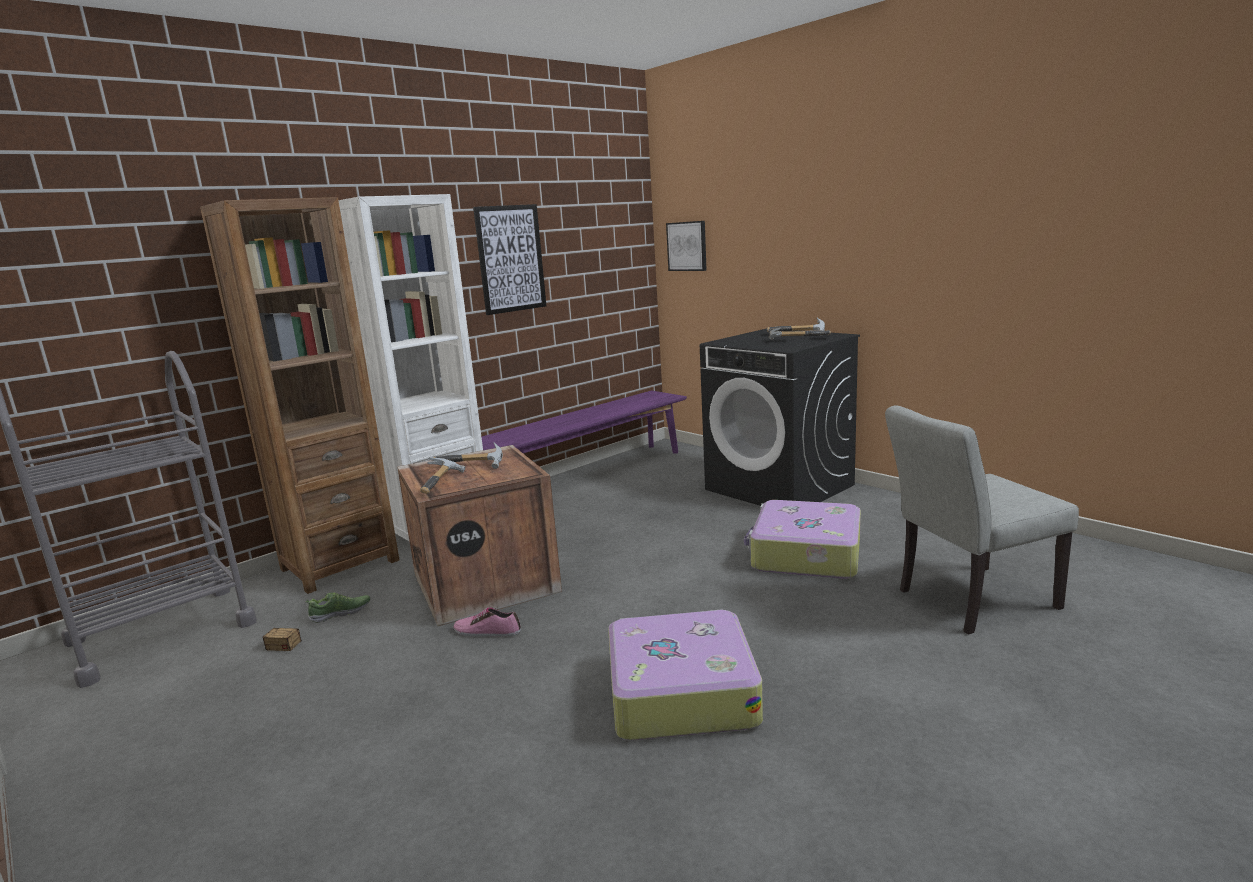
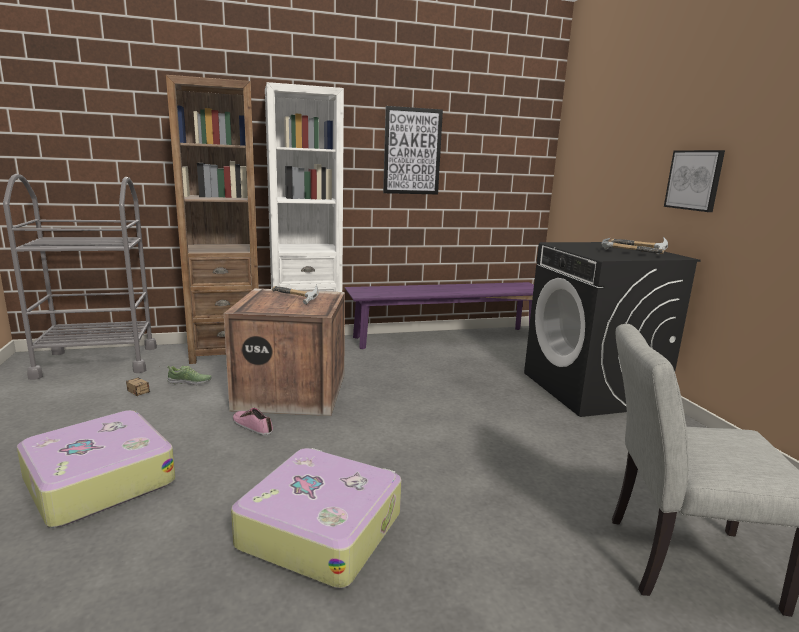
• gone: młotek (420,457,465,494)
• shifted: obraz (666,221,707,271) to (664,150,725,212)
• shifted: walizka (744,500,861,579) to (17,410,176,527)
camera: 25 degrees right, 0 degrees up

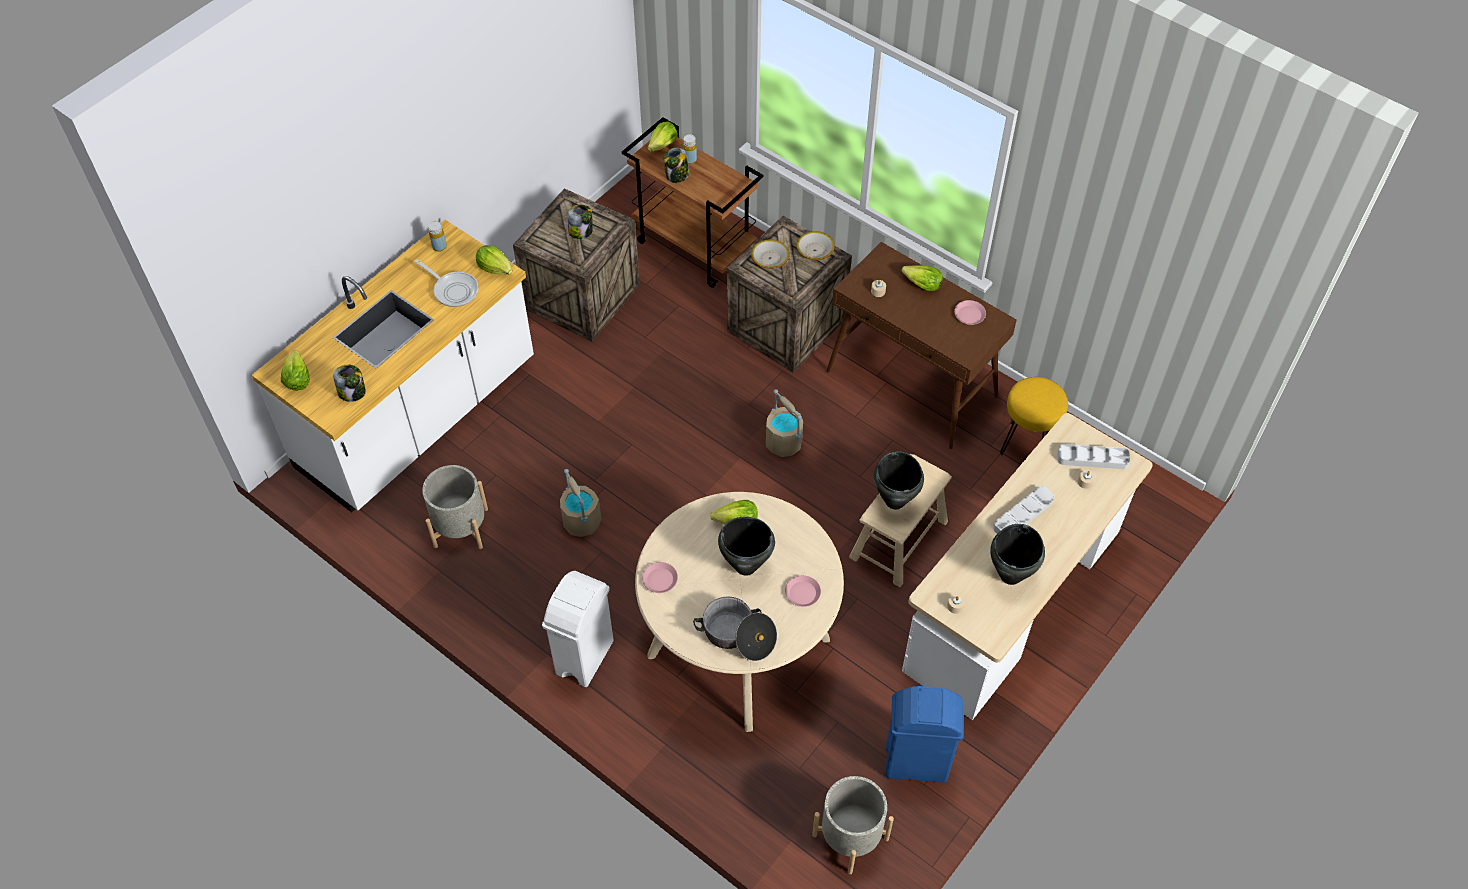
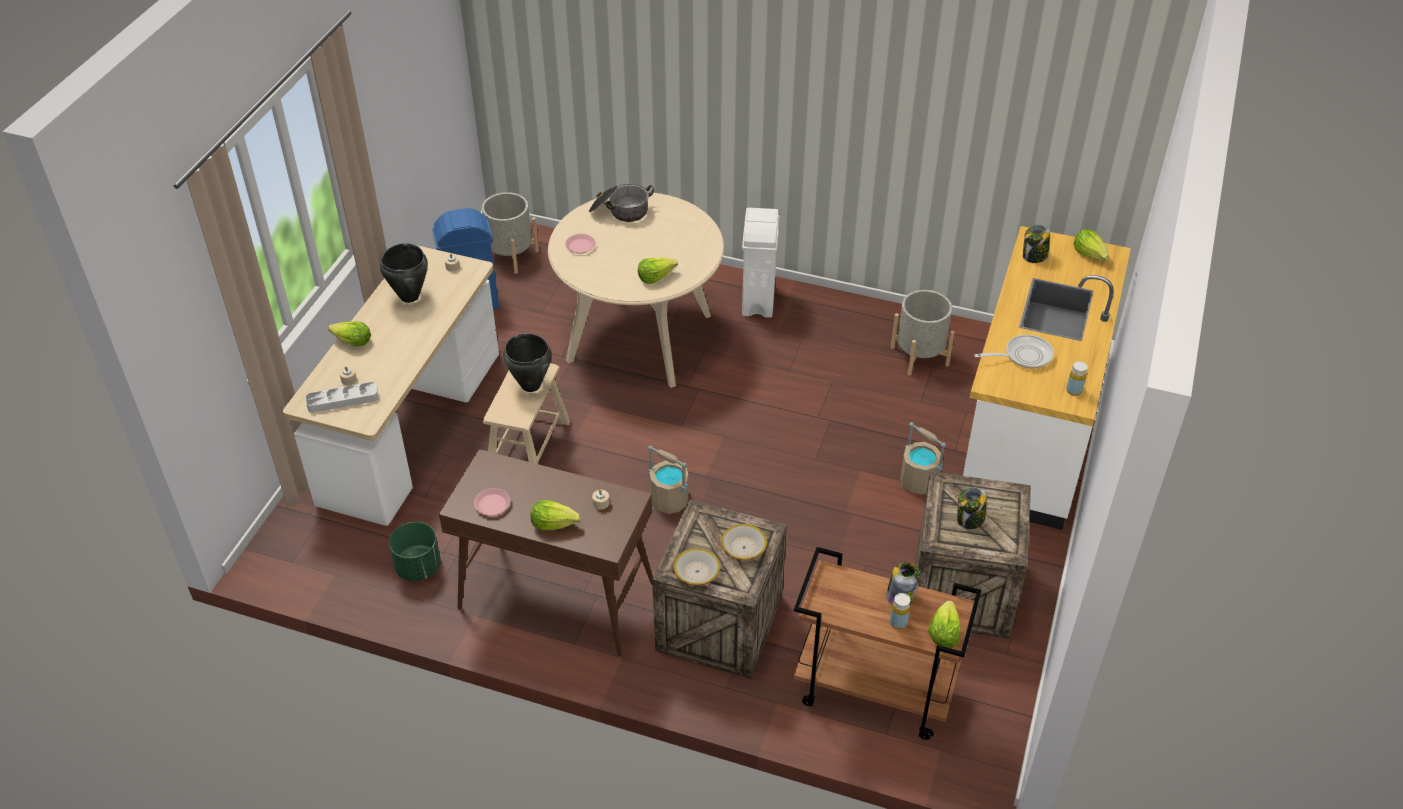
• rotated: patelnia (414,259,479,307) = (974,335,1054,369) 150 degrees clockwise
• shifted: sałata (476,245,513,275) to (328,321,371,347)
• shifted: wiadro/beżowy (560,469,601,537) to (900,422,946,495)
• gone: talerz/różowy (642,562,678,593)
• gone: garnek/czarny (718,516,775,576)
• gone: taca/szary (993,486,1054,534)
• swapped: stołek/żółty (1000,377,1068,455) to donica/zielony (389,522,441,581)
camera: 160 degrees right, 10 degrees down

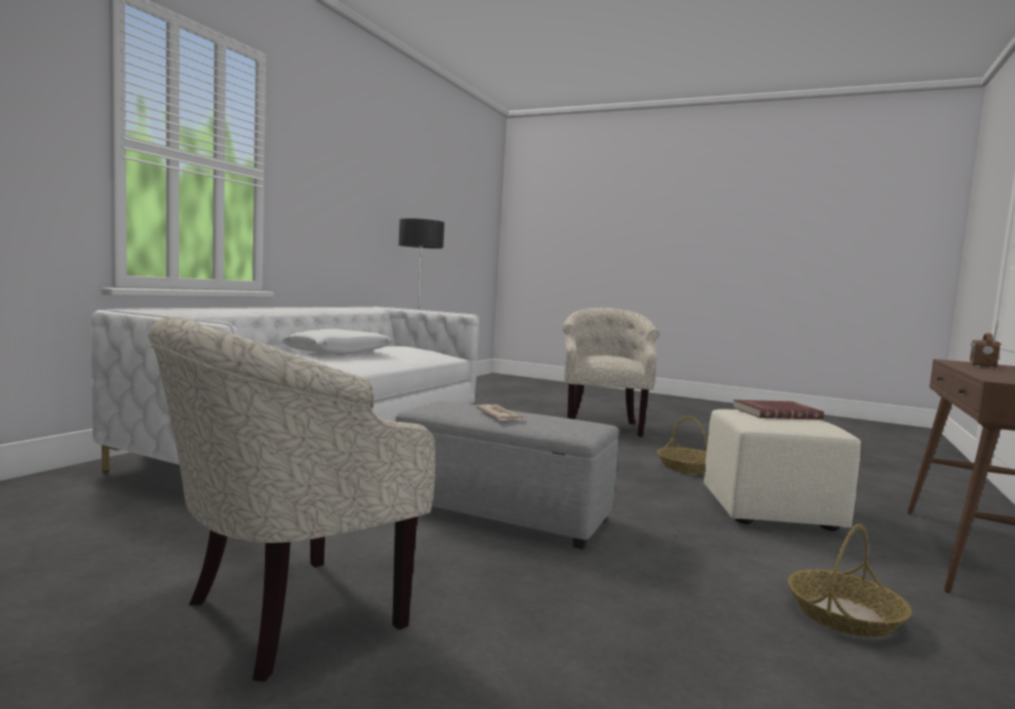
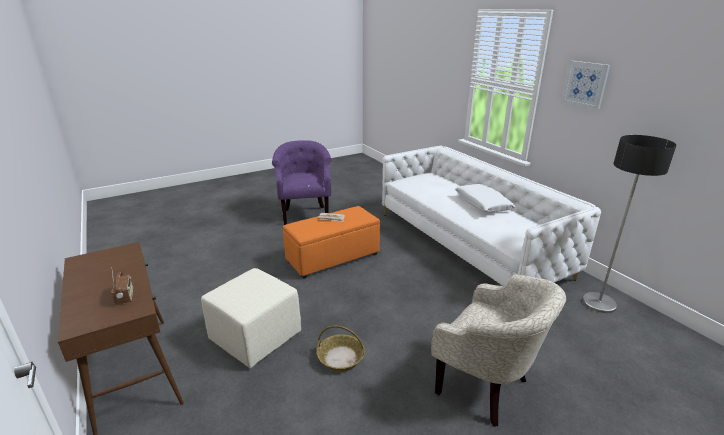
• repainted: fotel/beżowy (148,317,435,682) to fotel/fioletowy (272,140,332,225)
• repainted: pufa/szary (395,401,619,549) to pufa/pomarańczowy (283,206,380,279)
• gone: książka/czerwony (733,400,824,420)
• gone: koszyk (788,524,912,637)
• new: obraz (562,61,610,109)
camera: 125 degrees right, 20 degrees up

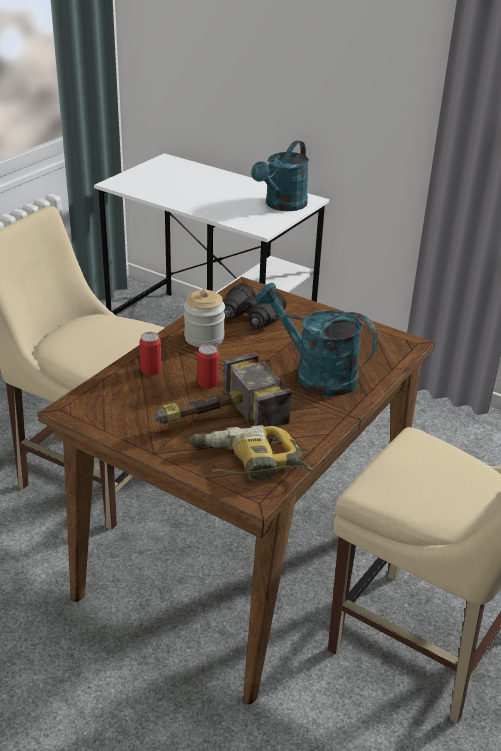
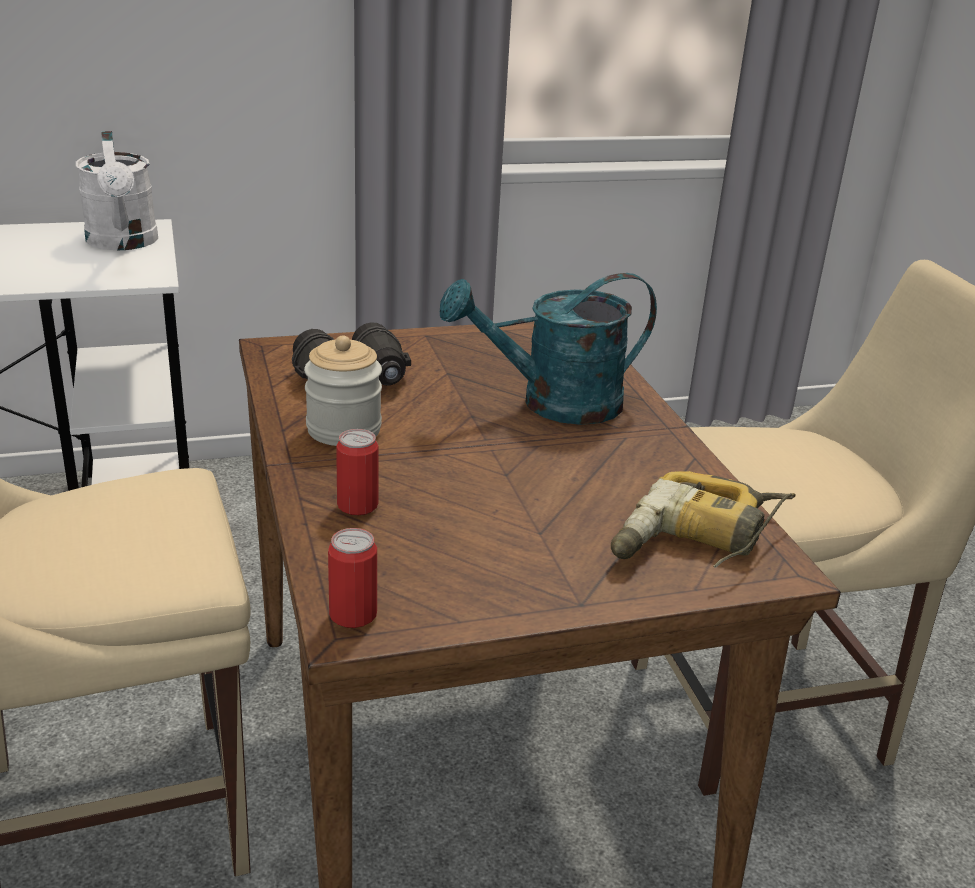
• gone: młotek (154,353,292,427)
• shifted: puszka (197,344,219,388) to (328,528,377,628)
• repainted: konewka/turkusowy (251,140,309,211) to konewka/biały (75,131,158,250)
camera: 50 degrees left, 5 degrees down

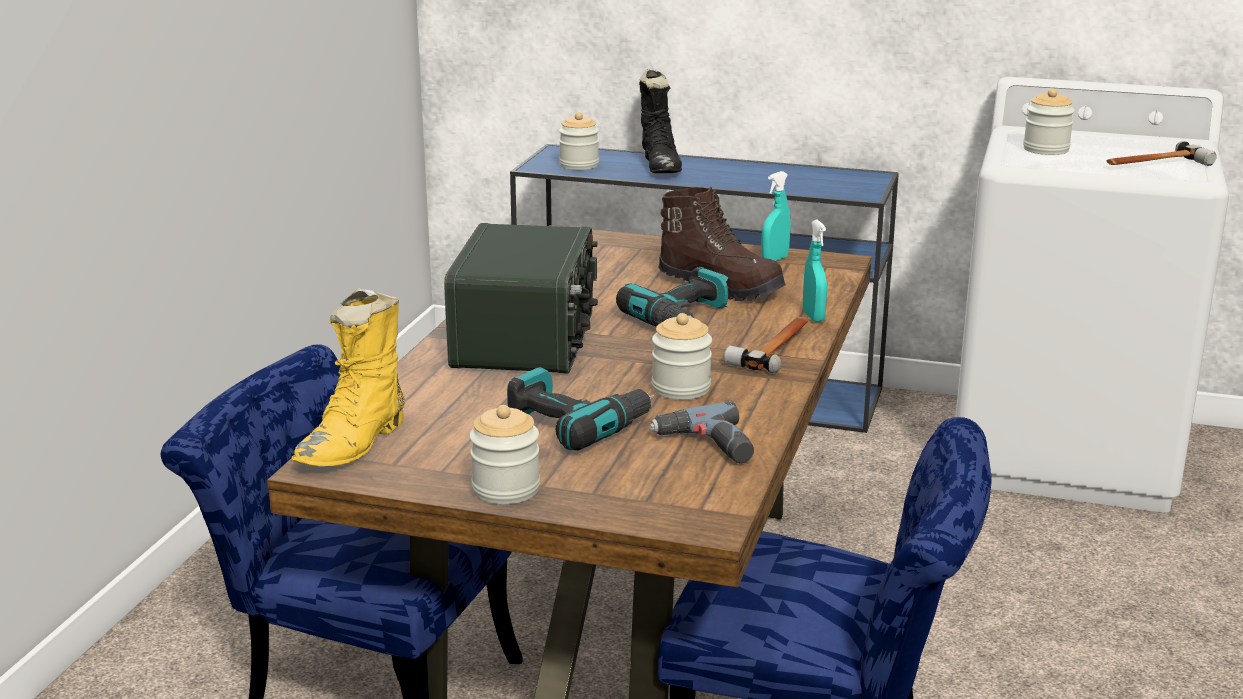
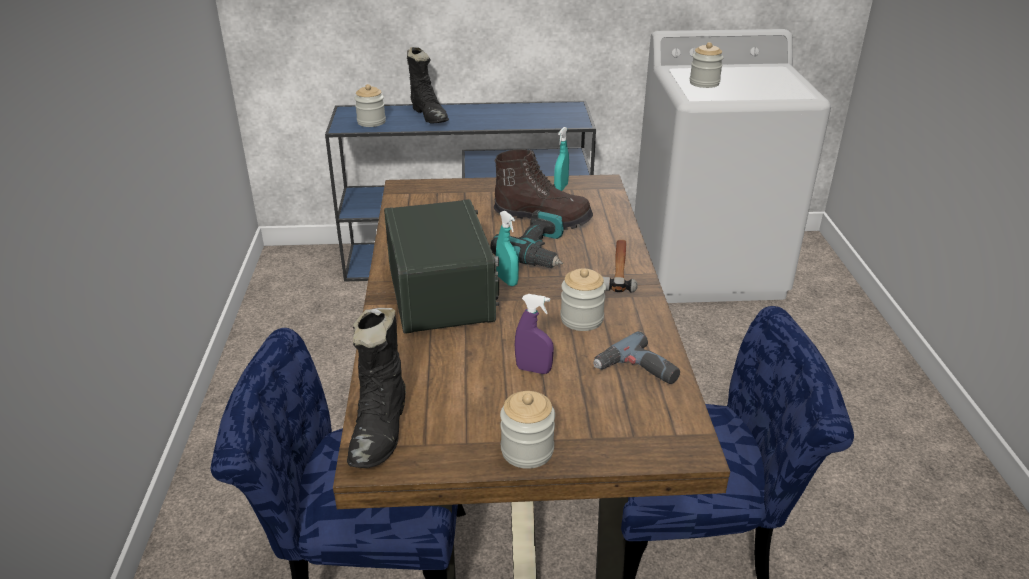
• repainted: but z cholewką/żółty (292,288,405,466) to but z cholewką/czarny (347,308,406,468)
• swapped: wiertarka (507,367,654,451) to spryskiwacz/fioletowy (515,294,554,374)
• shifted: spryskiwacz/turkusowy (803,219,827,322) to (496,211,519,286)
• gone: młotek (1107,141,1216,166)
camera: 20 degrees left, 10 degrees up

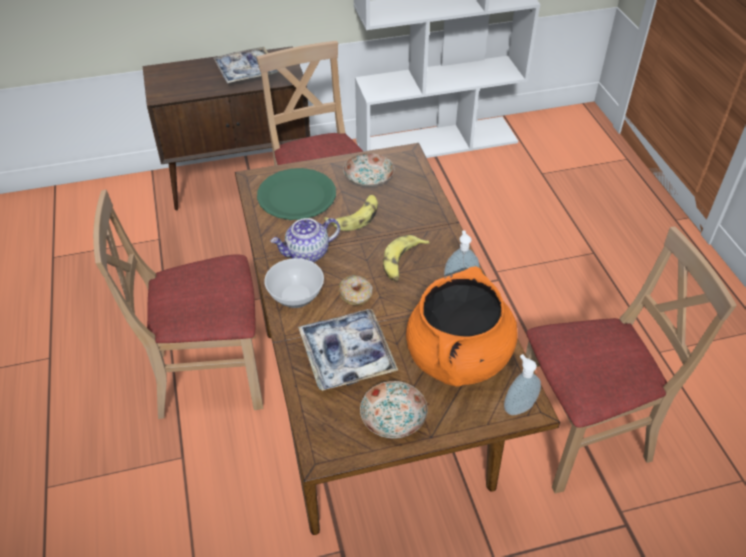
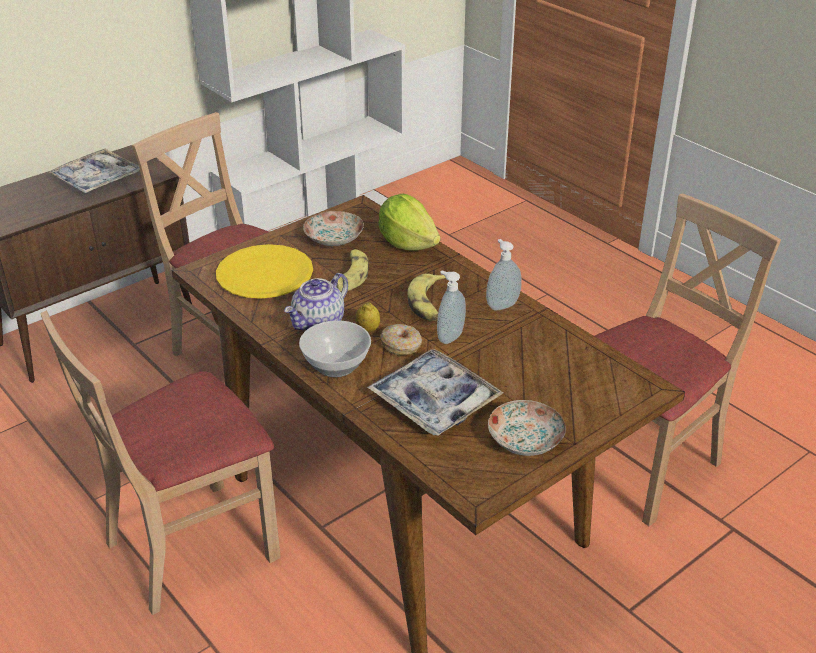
• repainted: talerz/zielony (257,168,336,220) to talerz/żółty (216,244,313,299)
• gone: garnek/pomarańczowy (406,266,517,387)
• shifted: dozownik mydła (504,354,541,415) to (437,270,466,344)
• new: cytryna (356,302,380,333)
• new: sałata (378,193,440,251)
camera: 25 degrees left, 10 degrees down

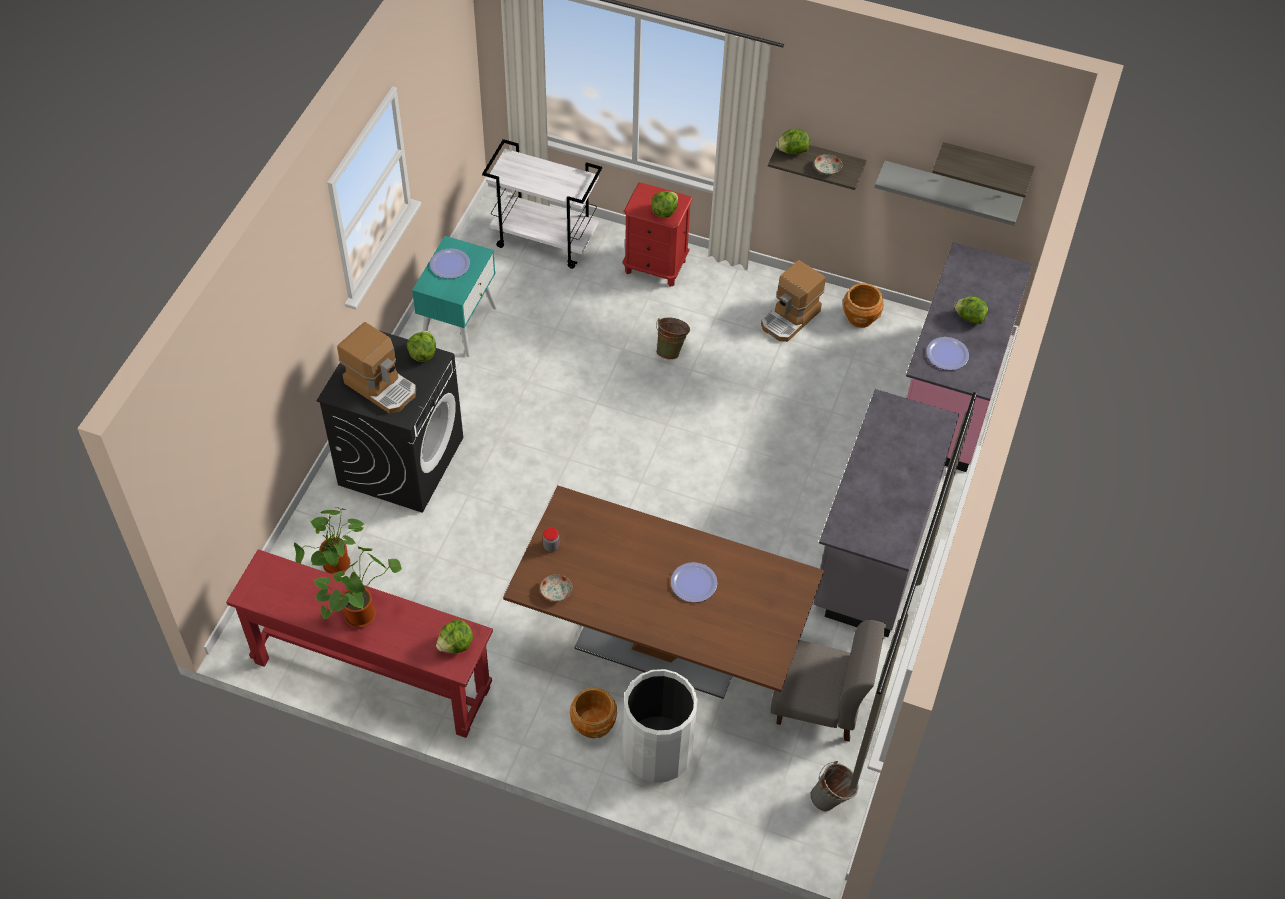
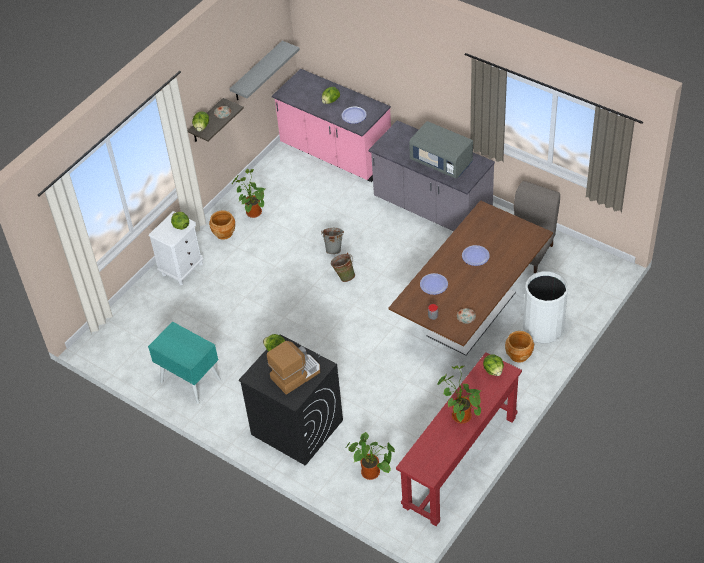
• shifted: talerz (430,249,470,279) to (420,273,448,295)
• gone: wózek/biały (482,139,602,269)
• repainted: szafka nocna/czerwony (623,182,693,287) to szafka nocna/biały (149,211,203,285)
• shifted: wiadro/zielony (656,317,690,360) to (331,252,355,282)
• swapped: ekspres do kawy (761,260,826,342) to roślina doniczkowa (232,169,265,218)
• shifted: wiadro/szary (810,761,859,811) to (321,228,344,254)
• shifted: donica/brązowy (843,283,884,328) to (209,210,235,240)
• gone: półka (932,142,1035,198)
• new: mikrofalówka/szary (409,121,473,178)
camera: 70 degrees left, 5 degrees down

